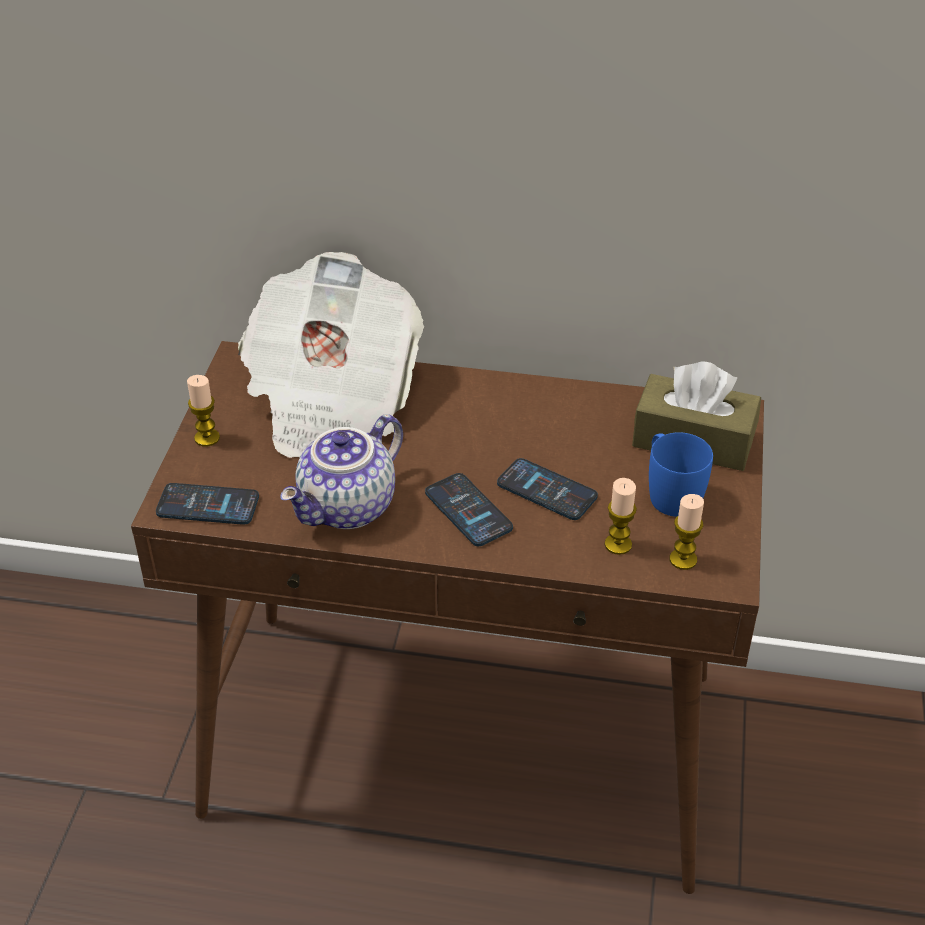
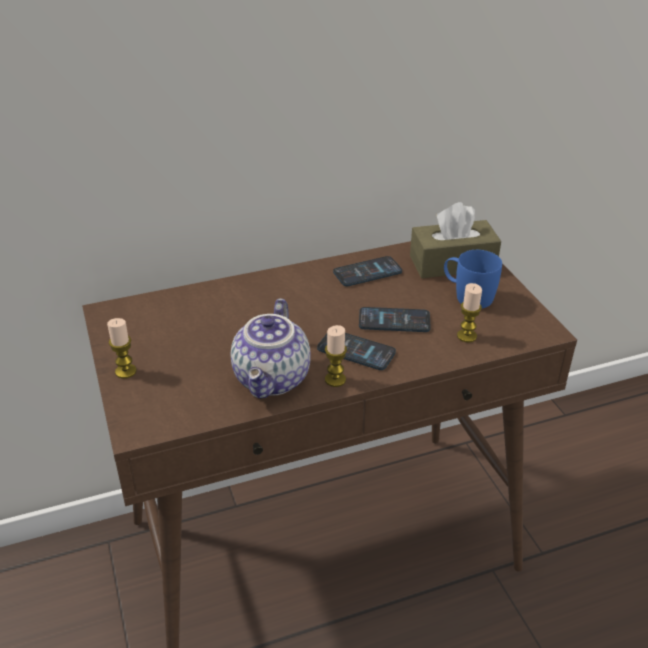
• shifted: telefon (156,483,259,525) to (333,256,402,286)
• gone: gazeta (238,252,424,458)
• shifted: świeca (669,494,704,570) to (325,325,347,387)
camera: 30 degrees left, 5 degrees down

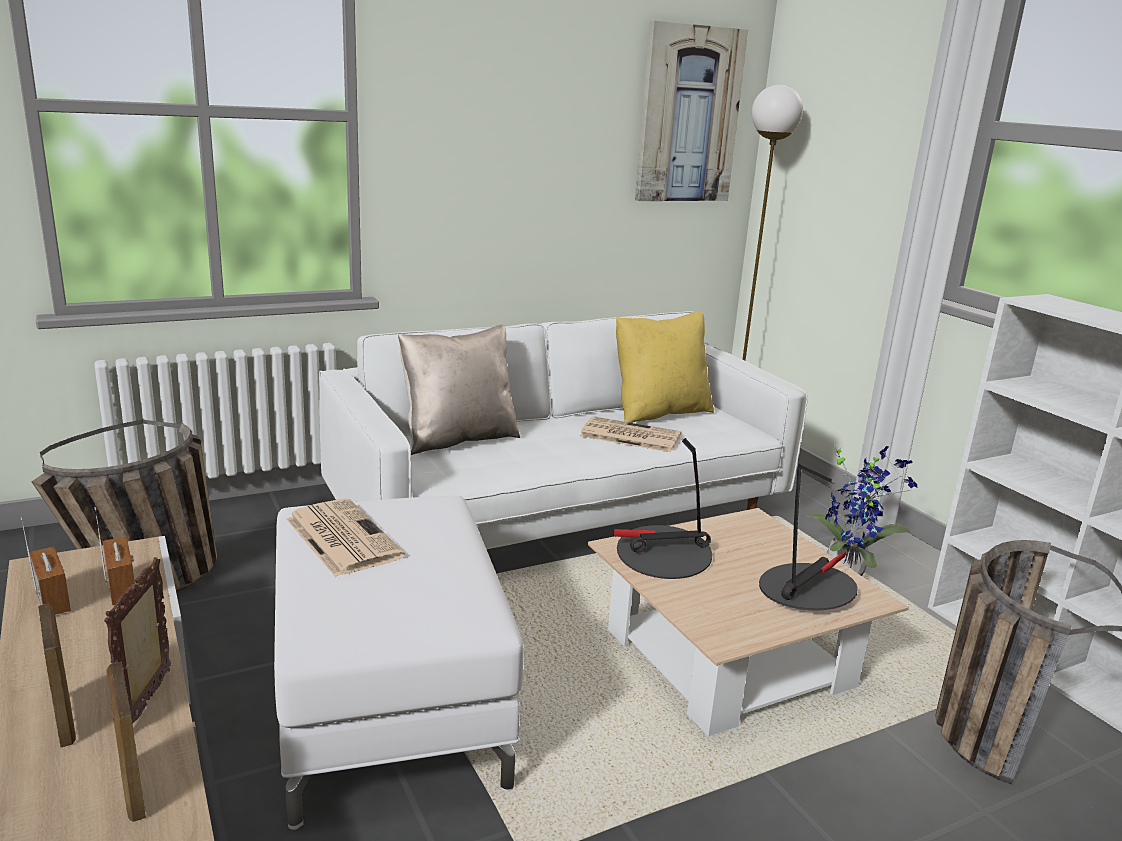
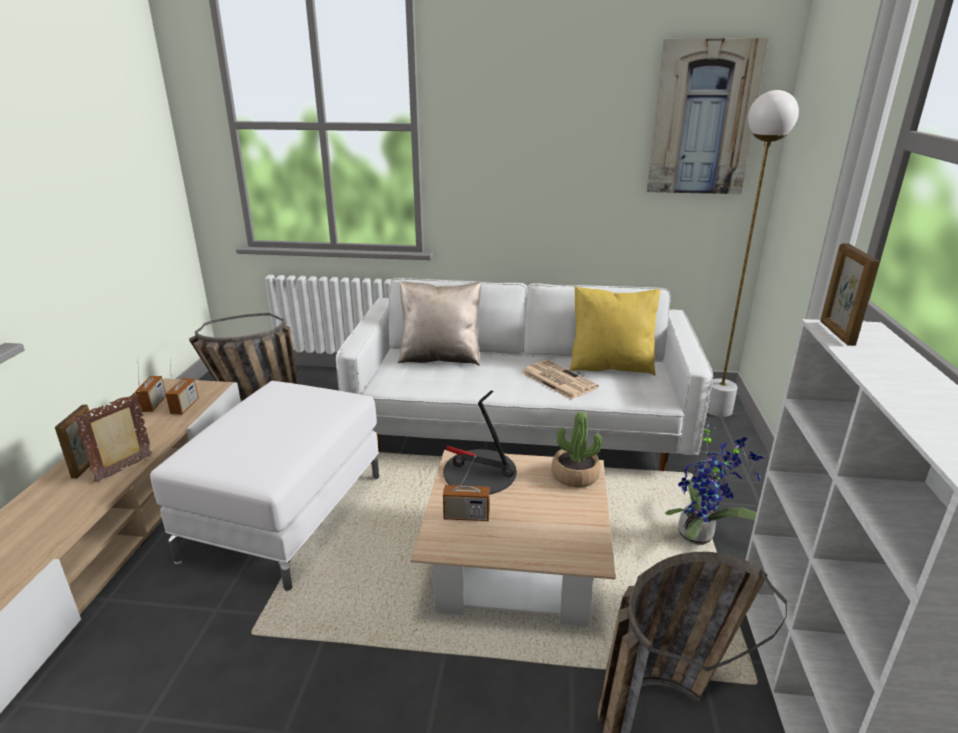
• shifted: ramka na zdjęcie (107,662,146,822) to (820,243,880,346)
• gone: gazeta (286,498,405,577)
• gone: lampa stołowa (759,464,858,611)
• new: radio (443,456,490,521)
• new: roślina doniczkowa (552,412,602,487)
camera: 35 degrees right, 5 degrees up

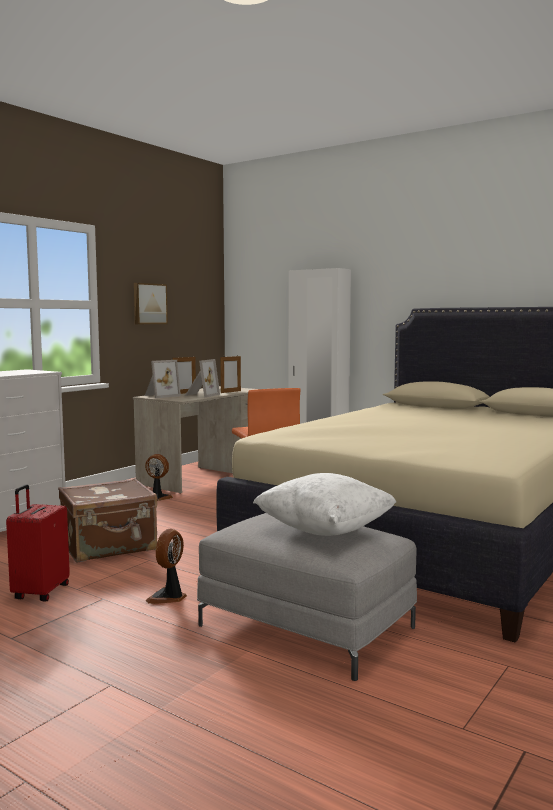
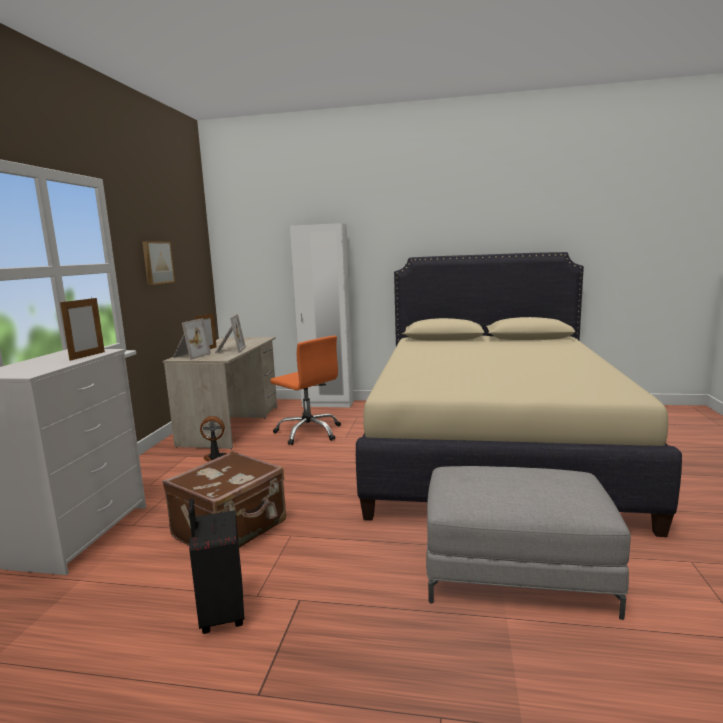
• repainted: walizka/czerwony (6,484,70,601) to walizka/czarny (188,498,244,634)
• gone: wentylator (146,529,187,604)
• shifted: ramka na zdjęcie (220,356,241,393) to (60,298,105,361)
• gone: poduszka/biały (253,473,396,536)
camera: 25 degrees left, 5 degrees up

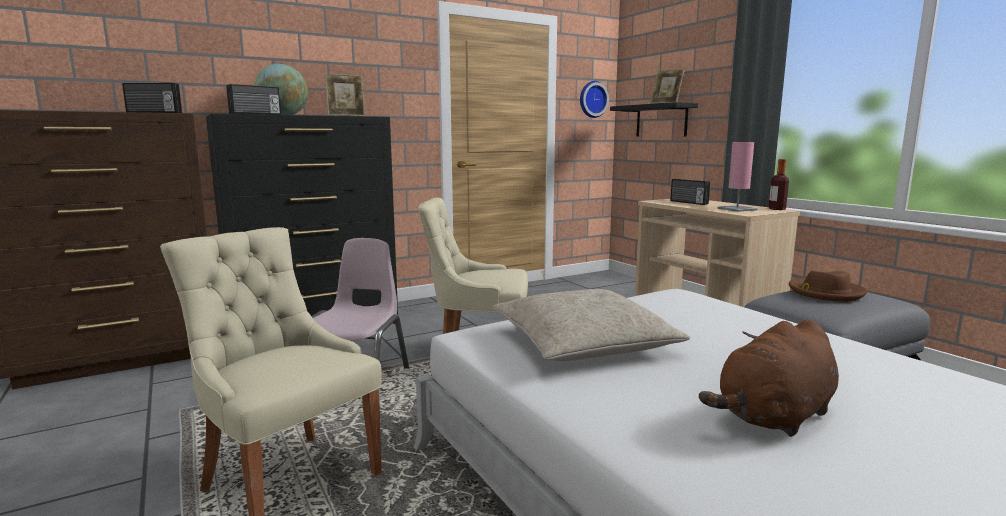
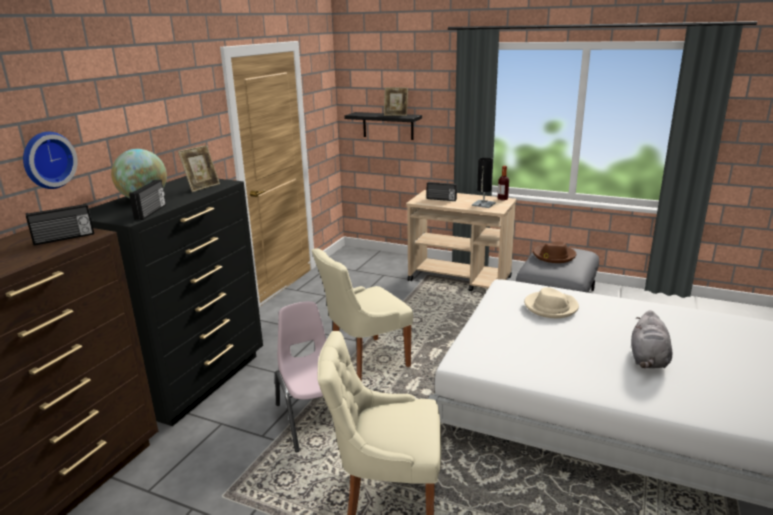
• gone: poduszka/beżowy (493,289,690,361)
• shifted: zegar ścienny (580,81,609,118) to (23,132,78,189)
• repainted: pluszak/brązowy (699,319,839,437) to pluszak/szary (631,310,672,368)
• repainted: lampa stołowa/różowy (717,142,758,212) to lampa stołowa/czarny (472,158,496,208)
• new: kapelusz/beżowy (524,287,579,318)
camera: 35 degrees left, 10 degrees up

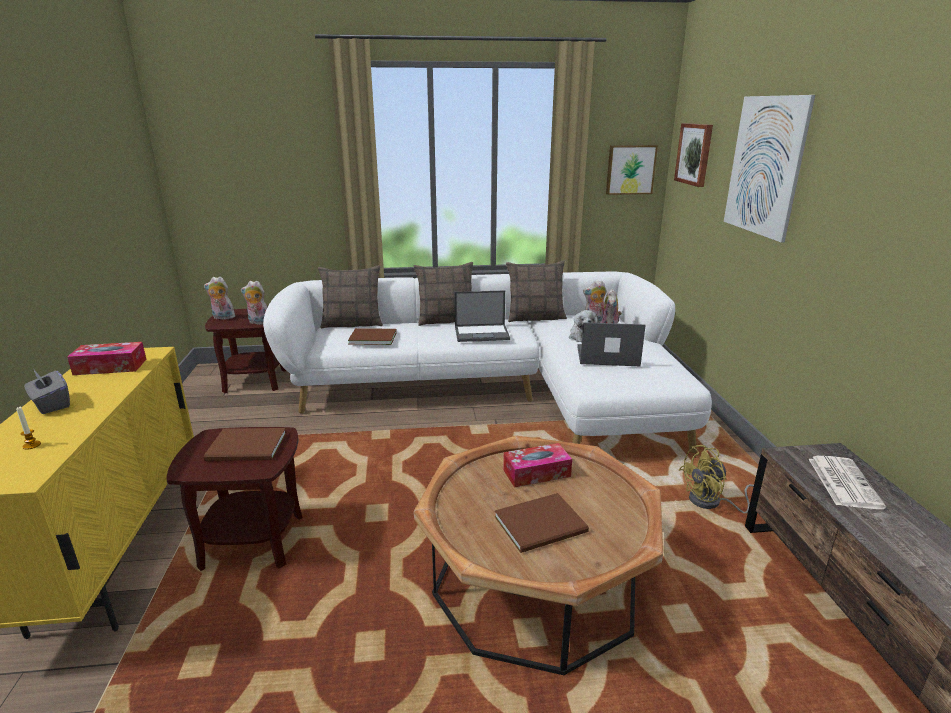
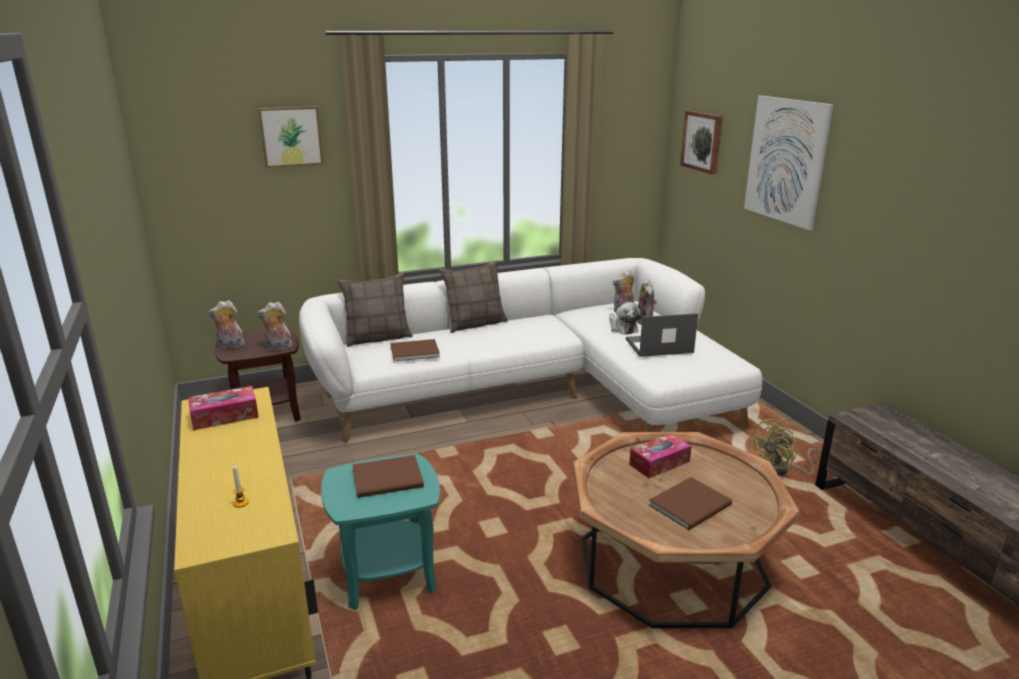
• gone: pudełko chusteczek/szary (24,370,70,414)
• repainted: stolik/brązowy (166,427,303,571) to stolik/turkusowy (321,454,440,610)
• gone: laptop (455,290,510,342)
• gone: poduszka (506,260,567,322)
• shifted: obraz (606,145,658,195) to (258,106,323,168)
• gone: gazeta (809,456,886,509)
camera: 15 degrees left, 0 degrees up

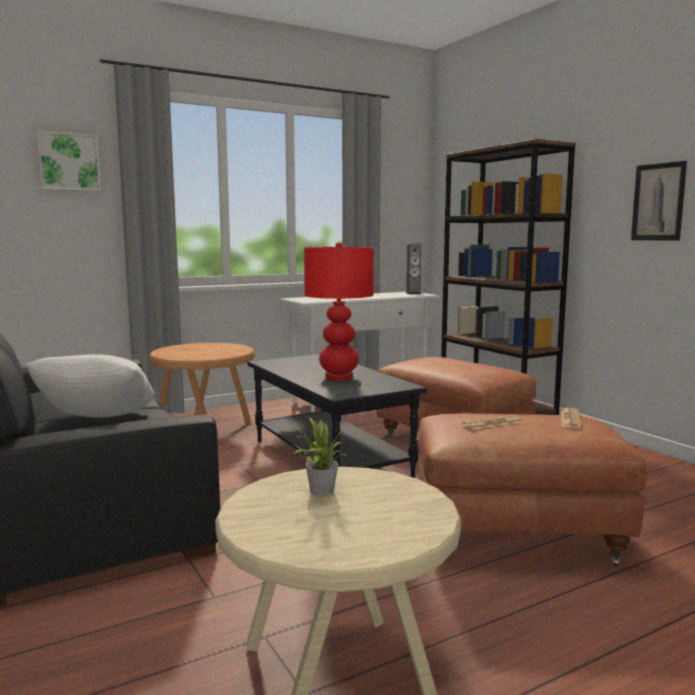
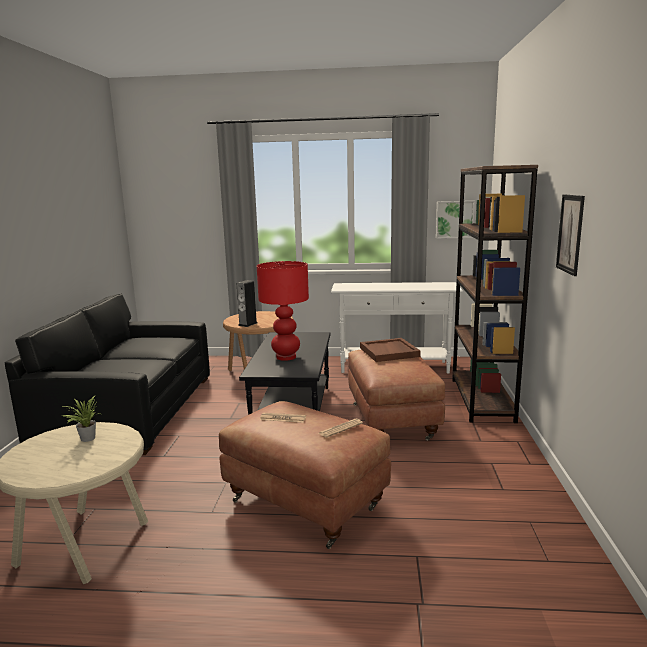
• gone: poduszka/biały (25,355,154,417)
• shifted: obraz (36,130,101,191) to (436,201,475,239)
• shifted: głośnik (405,243,421,294) to (237,280,258,327)
• new: taca/brązowy (360,338,421,362)
camera: 35 degrees right, 5 degrees up

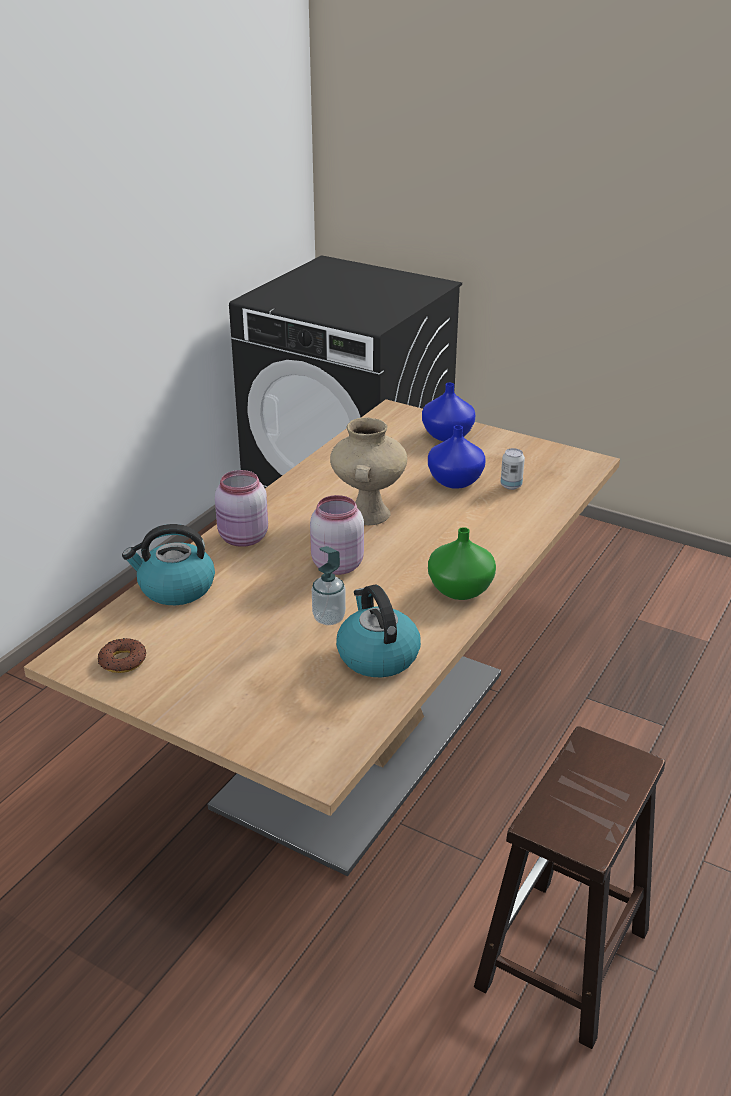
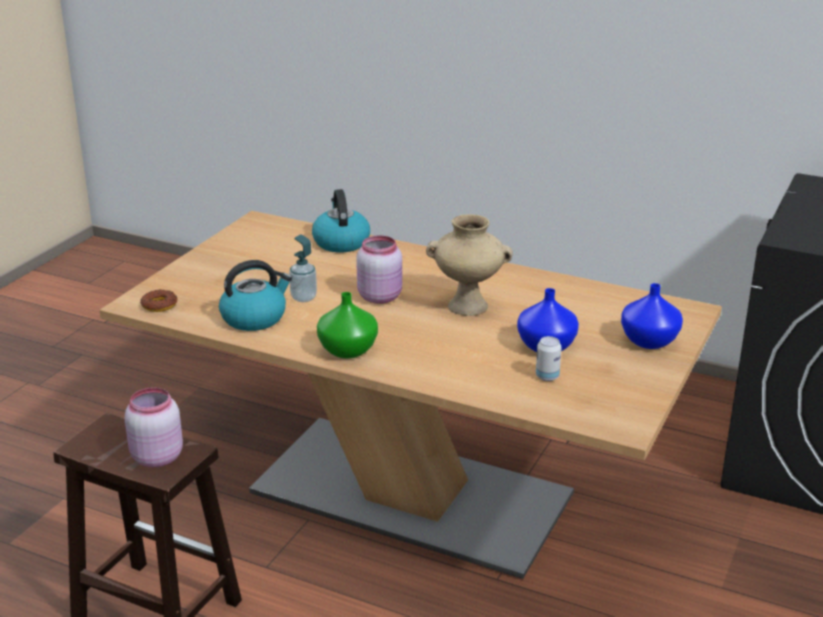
• shifted: donut (98,638,146,673) to (140,289,178,312)
• shifted: słoik/różowy (215,470,268,547) to (125,387,183,468)
camera: 85 degrees right, 5 degrees down

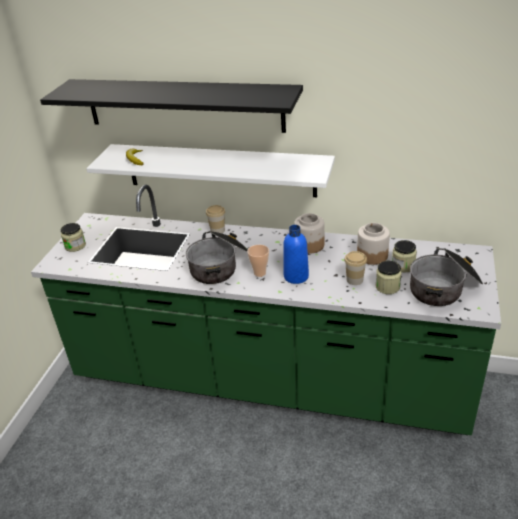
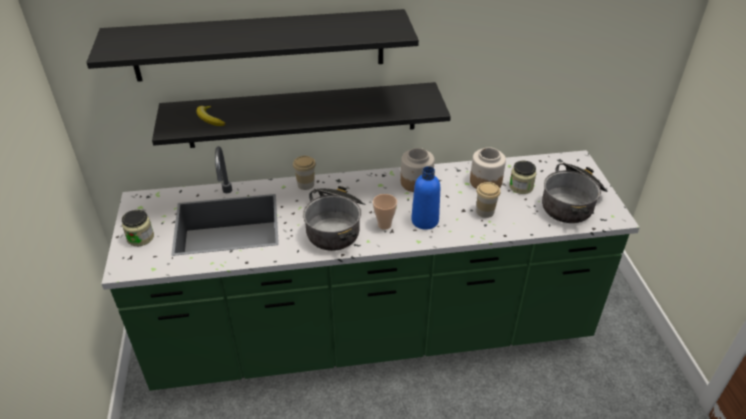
• repainted: półka/biały (86,144,335,197) to półka/czarny (152,82,451,148)
• gone: słoik (376,261,402,294)
camera: 25 degrees left, 5 degrees up

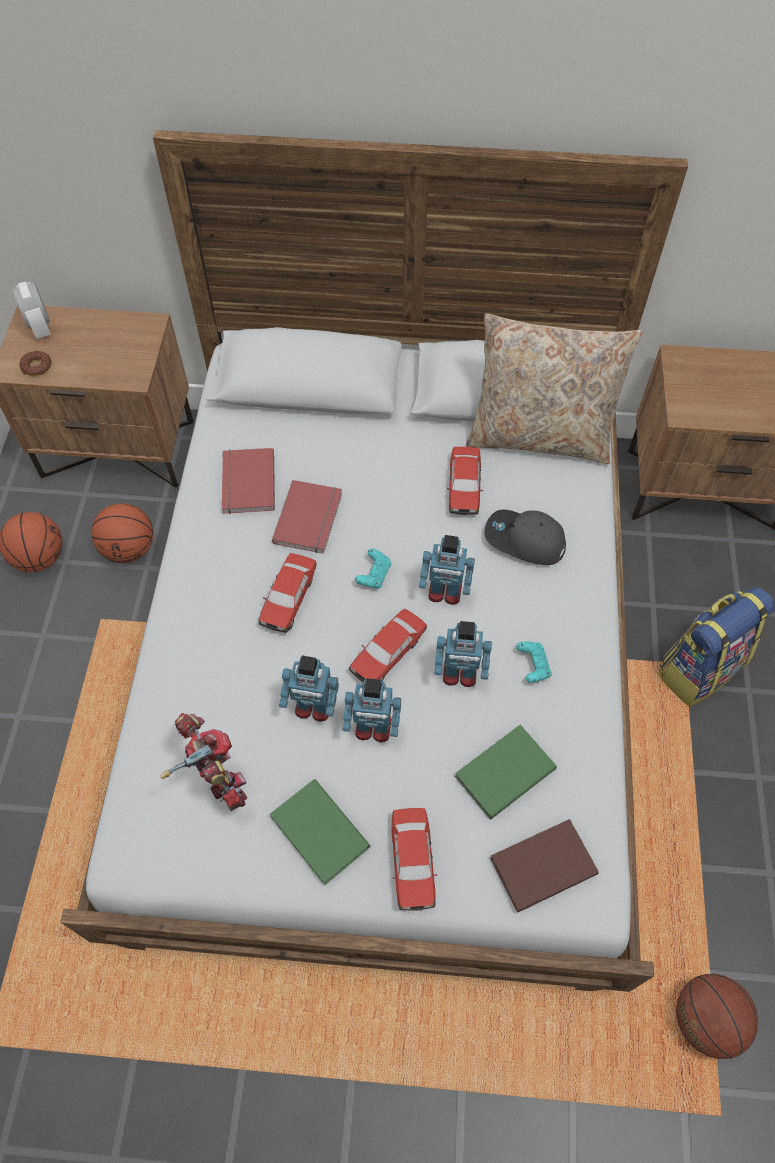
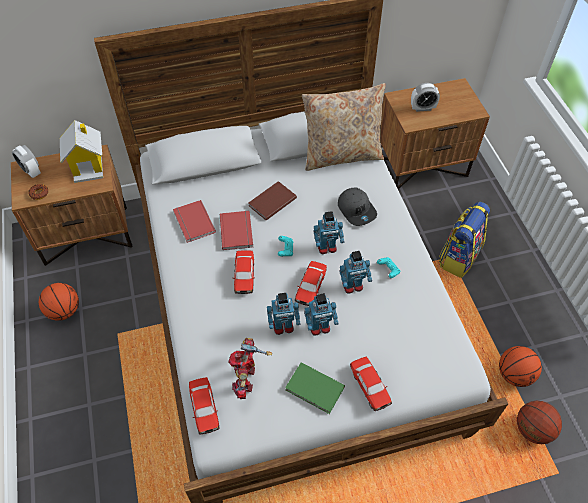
• shifted: piłka do koszykówki (91,503,153,563) to (499,346,542,387)
• rotated: robot zabawkowy (161,713,247,811) = (228,338,272,399) 120 degrees counterclockwise
• shifted: samochodzik (447,447,483,515) to (189,377,220,435)
• gone: książka/zielony (455,725,557,819)
• rotated: czapka z daszkiem/szary (484,510,566,565) = (338,187,377,226) 120 degrees counterclockwise
• shifted: książka/brązowy (490,819,599,912) to (249,181,297,221)
• new: domek (60,120,103,183)
• new: budzik (411,83,440,112)
camera: 20 degrees left, 5 degrees down

